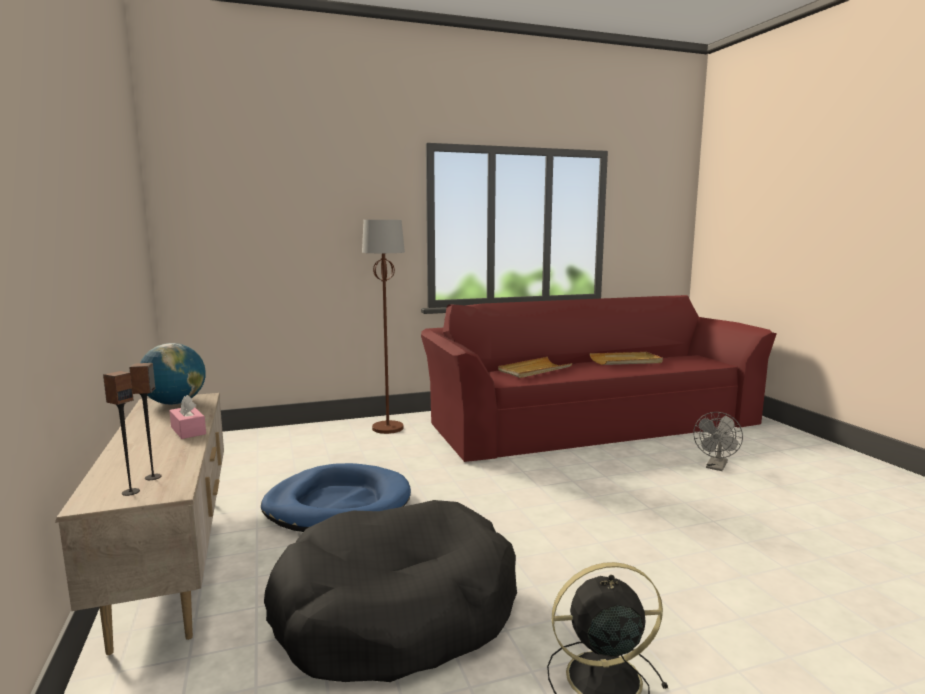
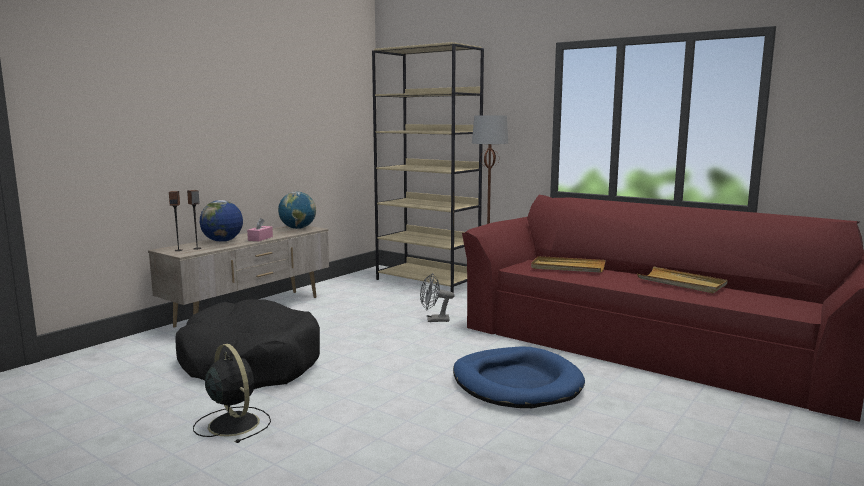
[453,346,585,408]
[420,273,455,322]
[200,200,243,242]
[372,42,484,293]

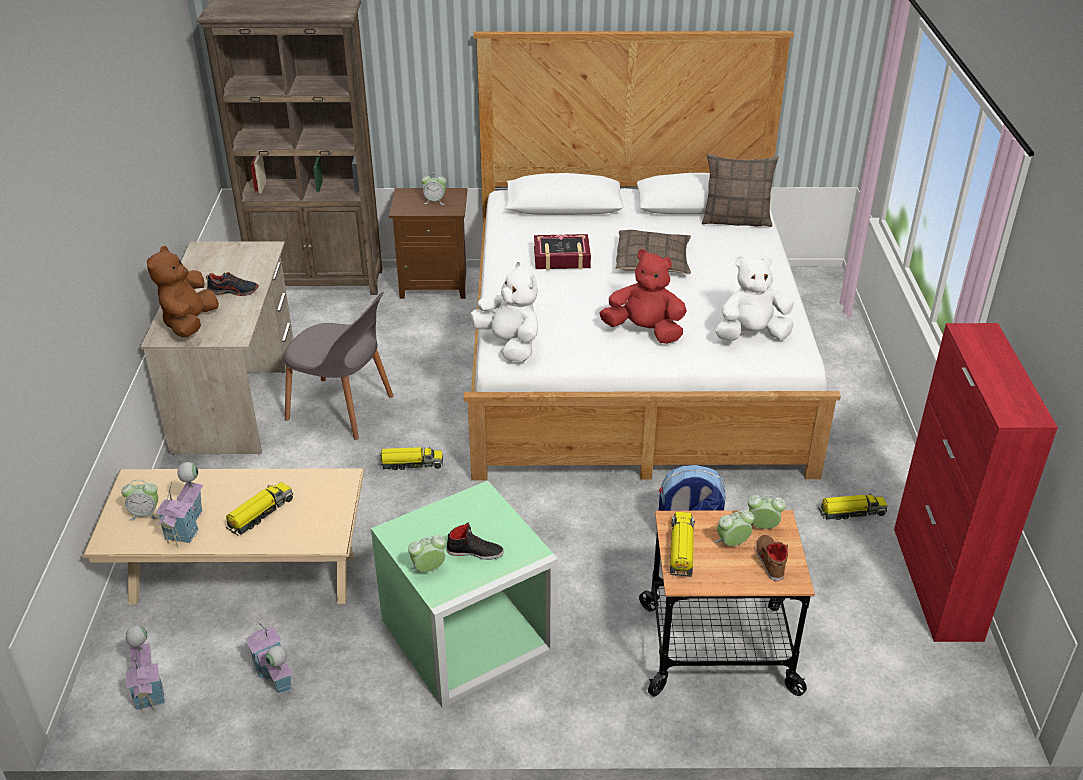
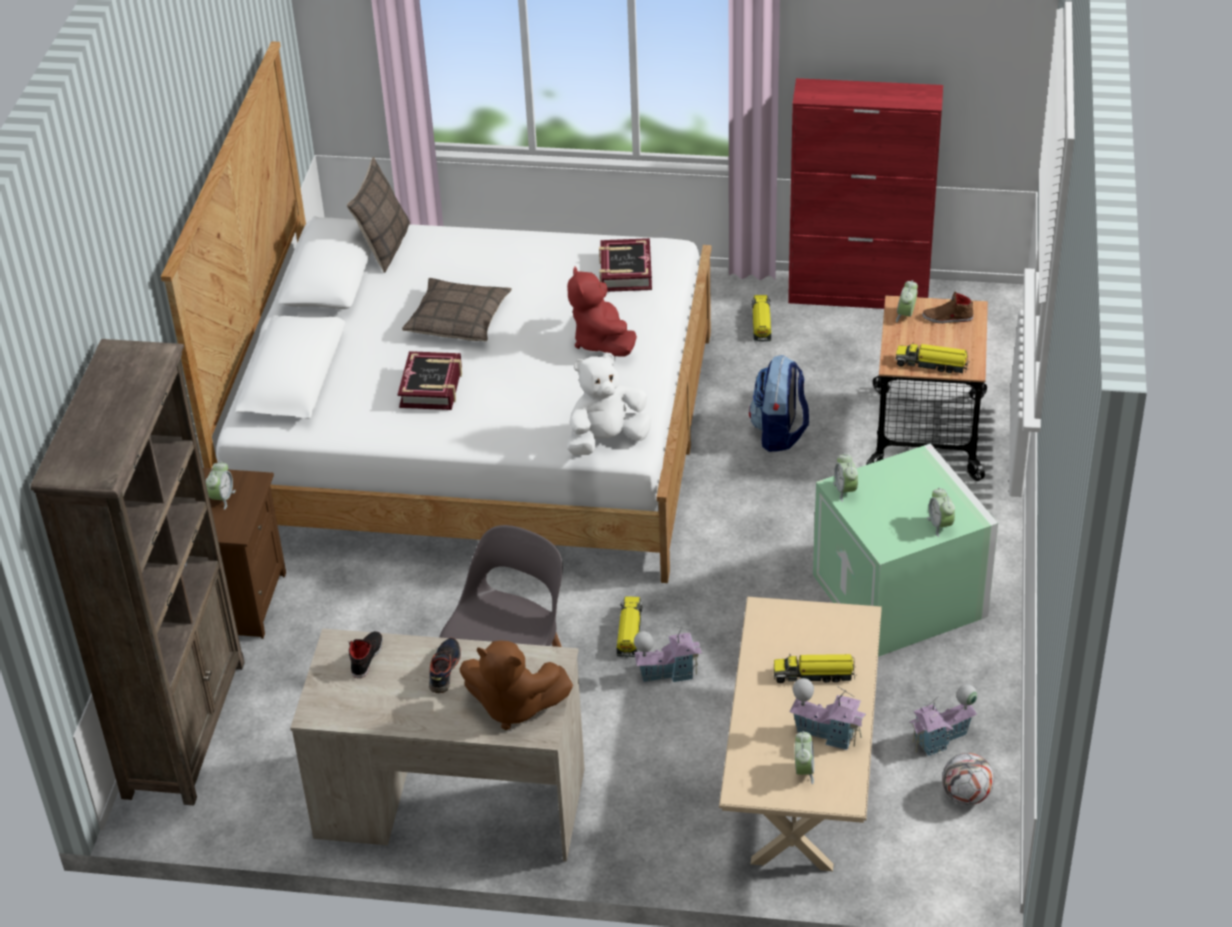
[634,626,703,683]
[774,654,857,683]
[348,631,383,678]
[567,267,637,357]
[599,238,652,292]
[833,453,858,502]
[942,753,994,805]

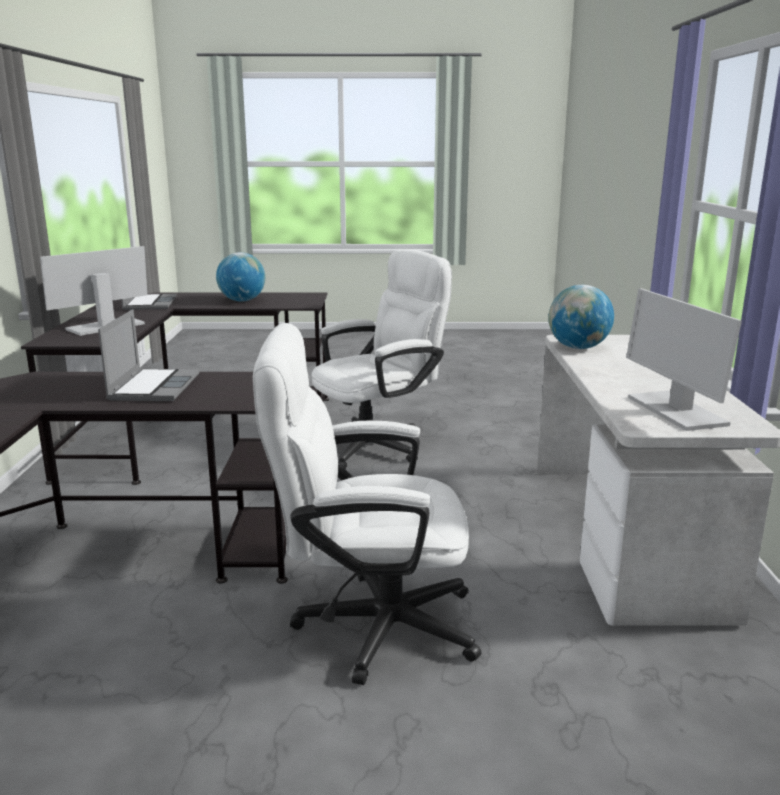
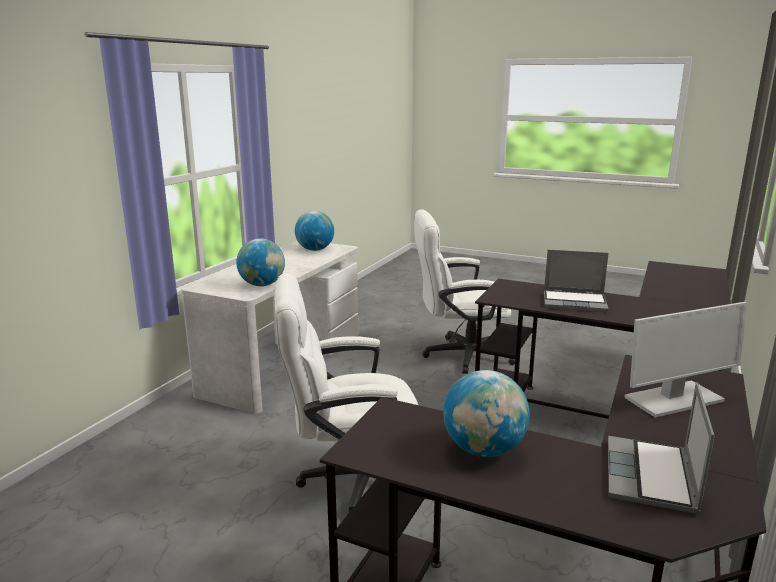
[544,250,609,312]
[414,209,515,374]
[295,211,334,251]

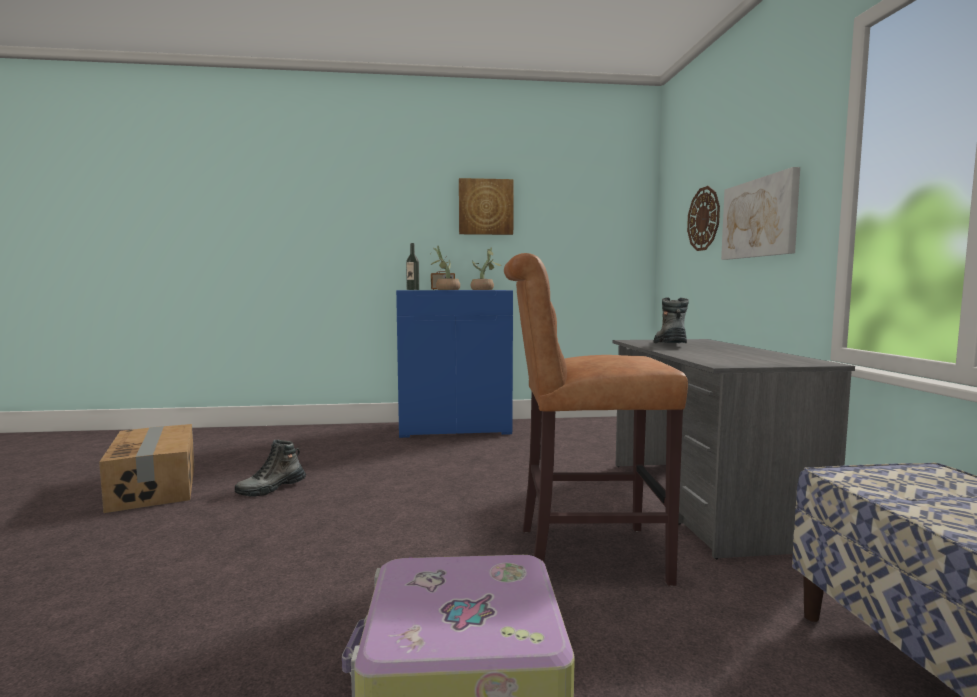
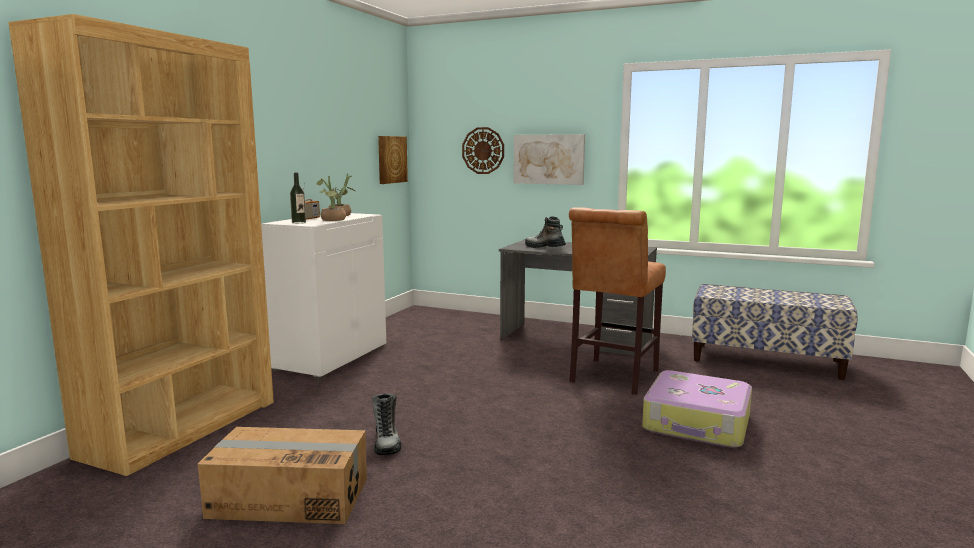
[261,213,386,379]
[378,136,408,184]
[8,14,274,476]

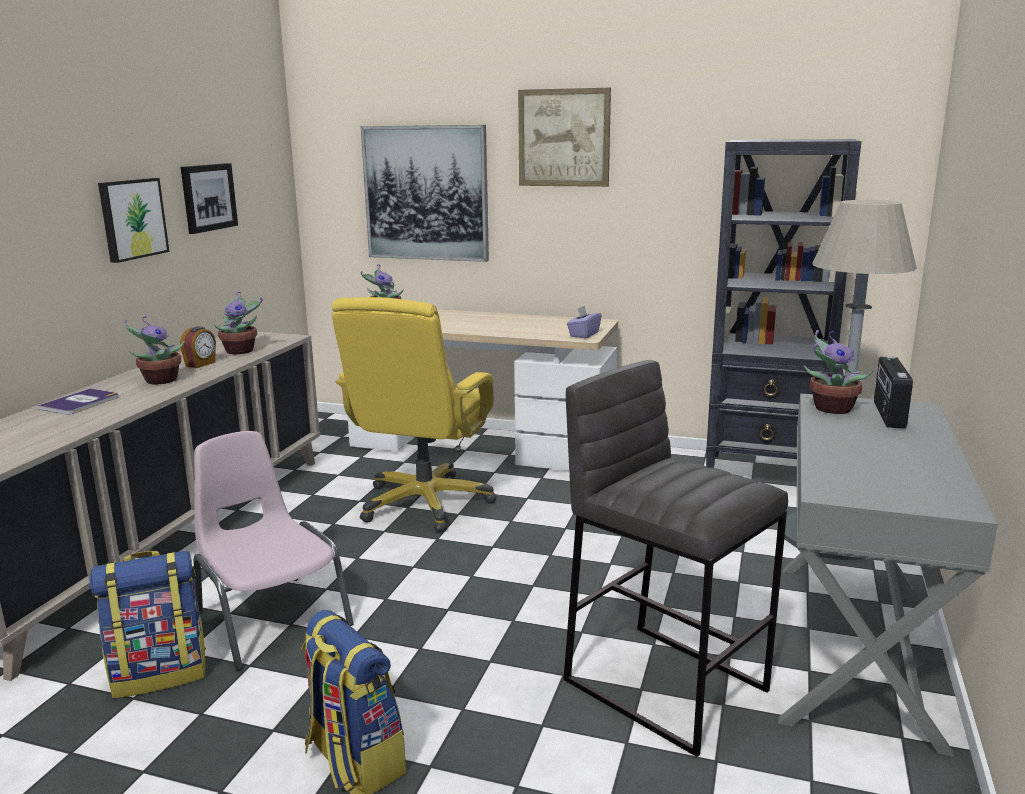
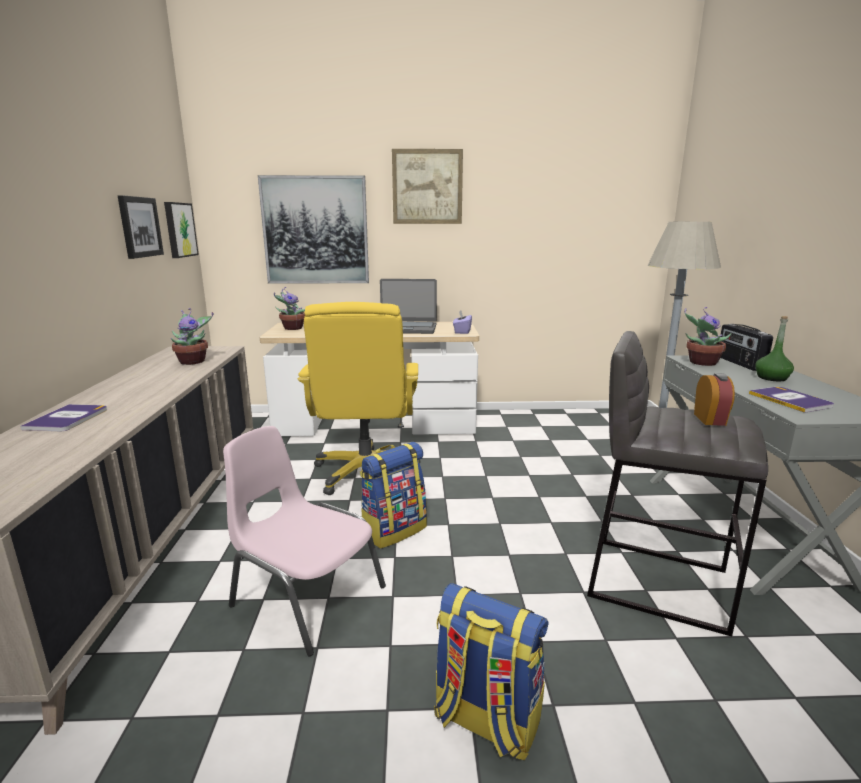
[360,442,427,549]
[164,202,199,258]
[124,316,185,384] (first image)
[694,373,735,426]
[706,139,862,468] (first image)
[380,279,437,334]
[749,387,834,413]
[755,316,794,381]

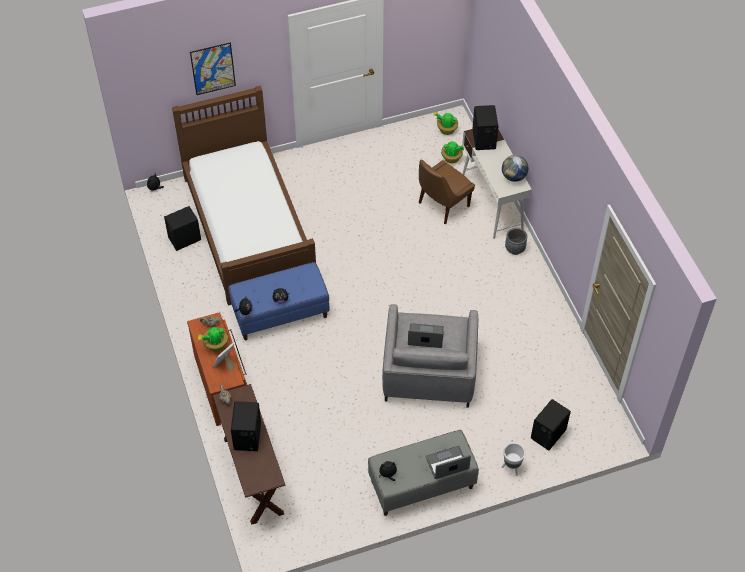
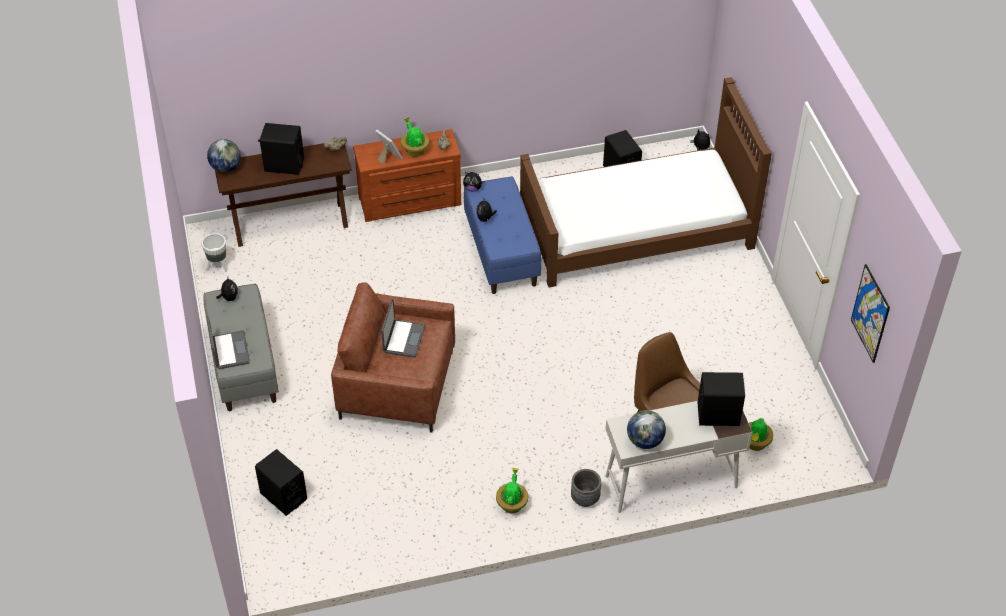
[851,264,890,363]
[331,282,455,433]
[496,468,528,513]
[202,233,227,272]
[207,139,241,173]

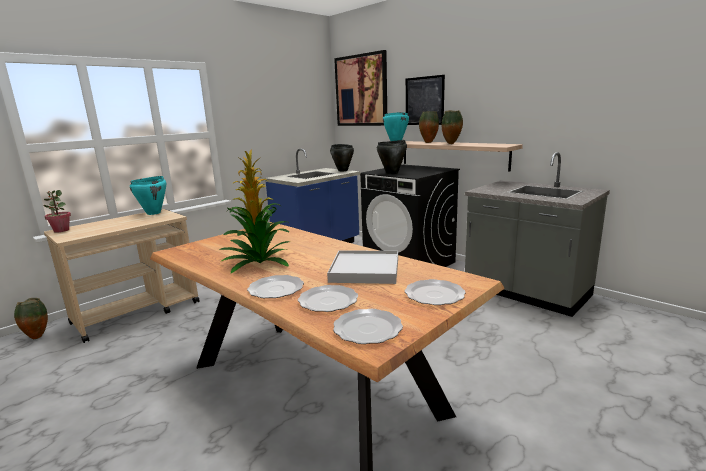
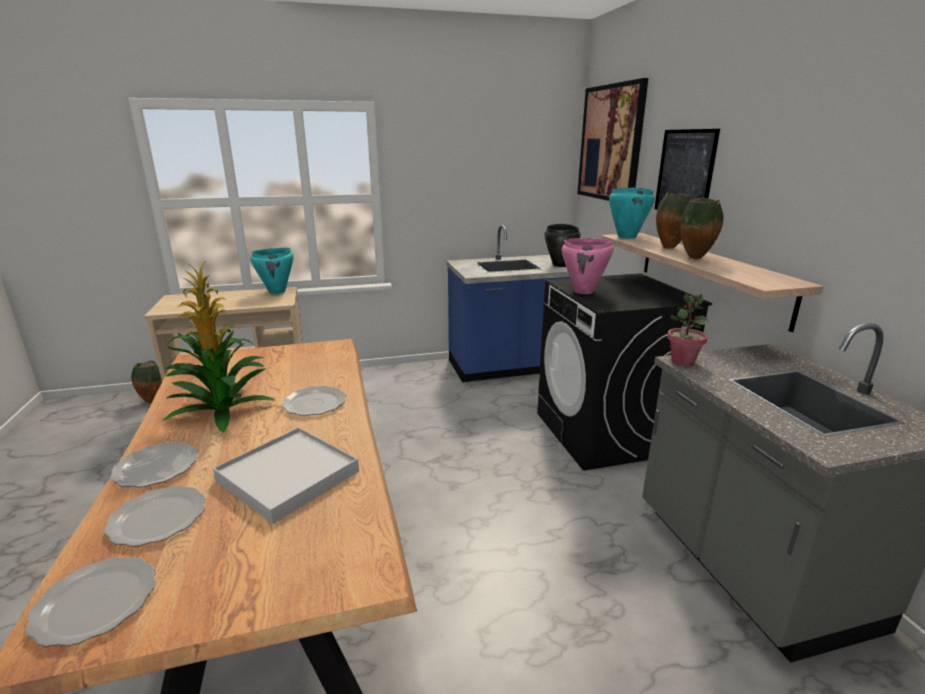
[667,294,709,366]
[562,238,613,294]
[282,386,346,416]

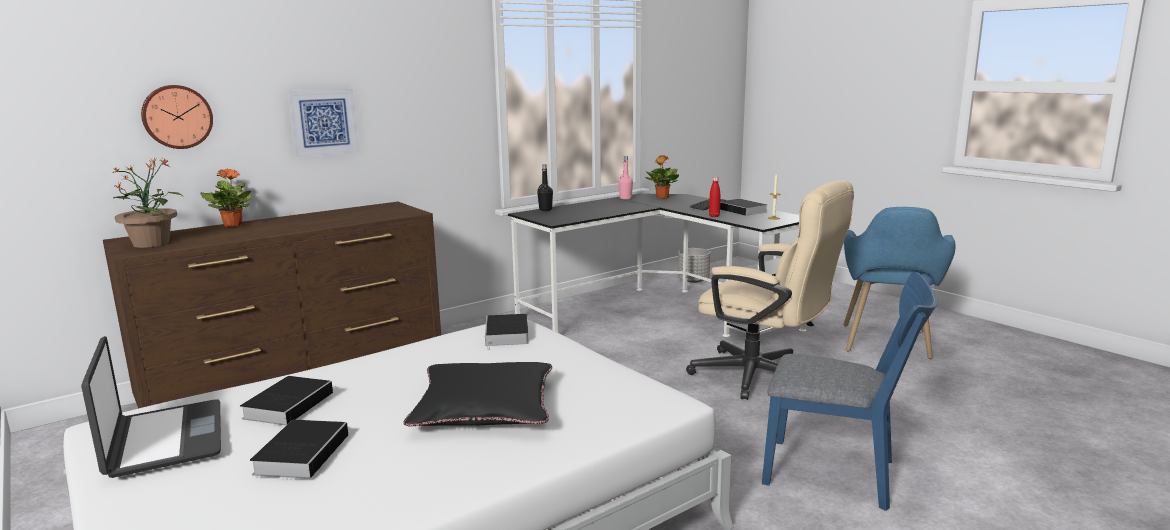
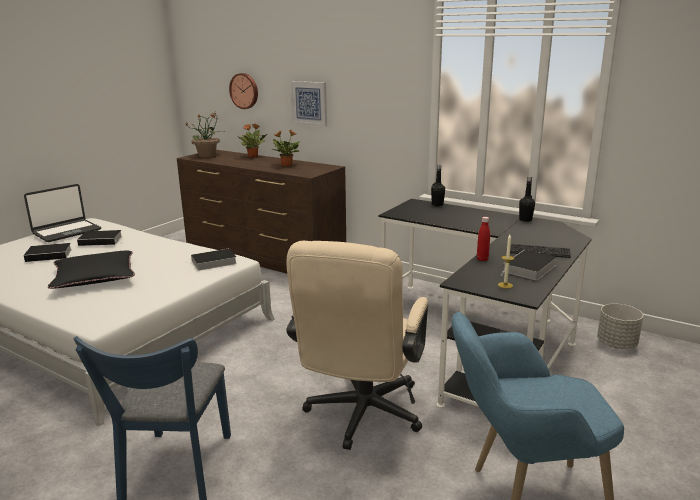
[519,176,535,222]
[271,130,300,166]

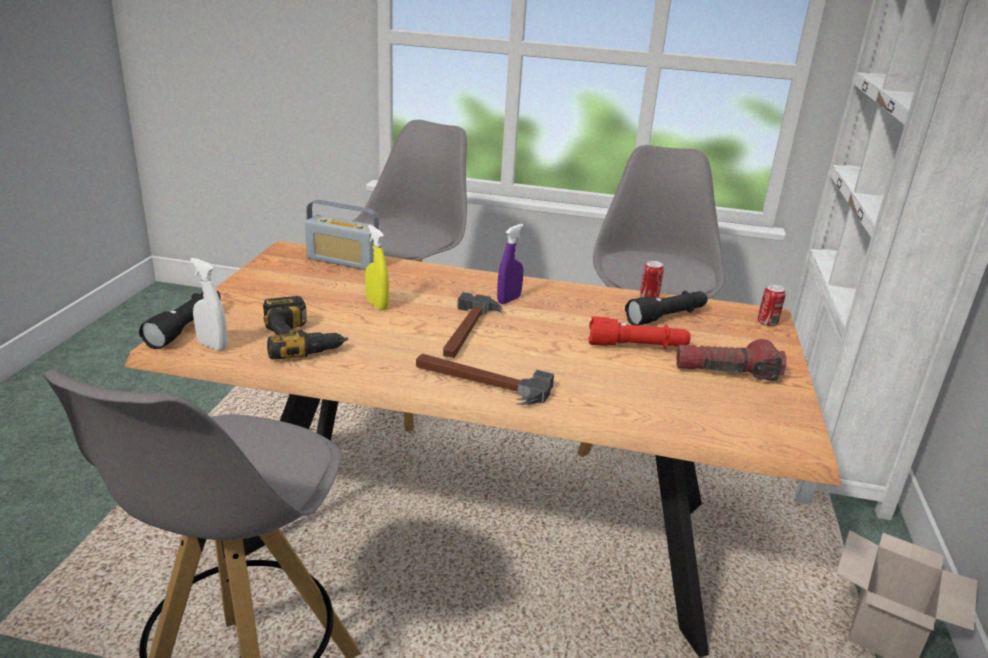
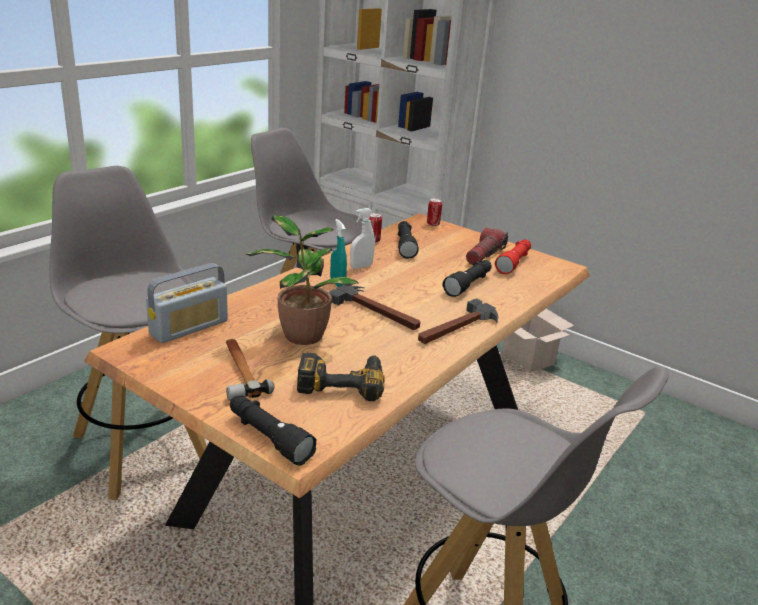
[350,208,375,269]
[245,215,359,345]
[330,219,347,287]
[495,239,531,274]
[226,339,274,401]
[442,260,492,297]

